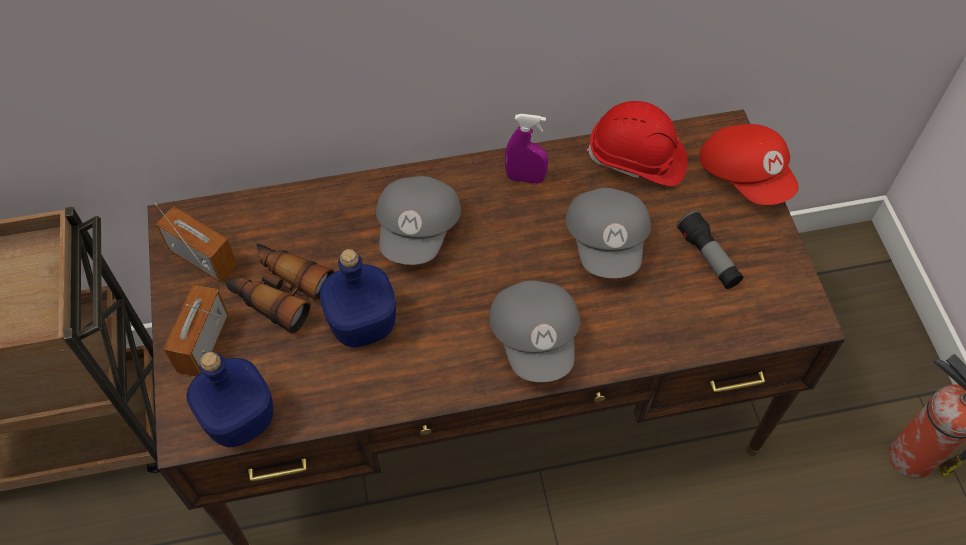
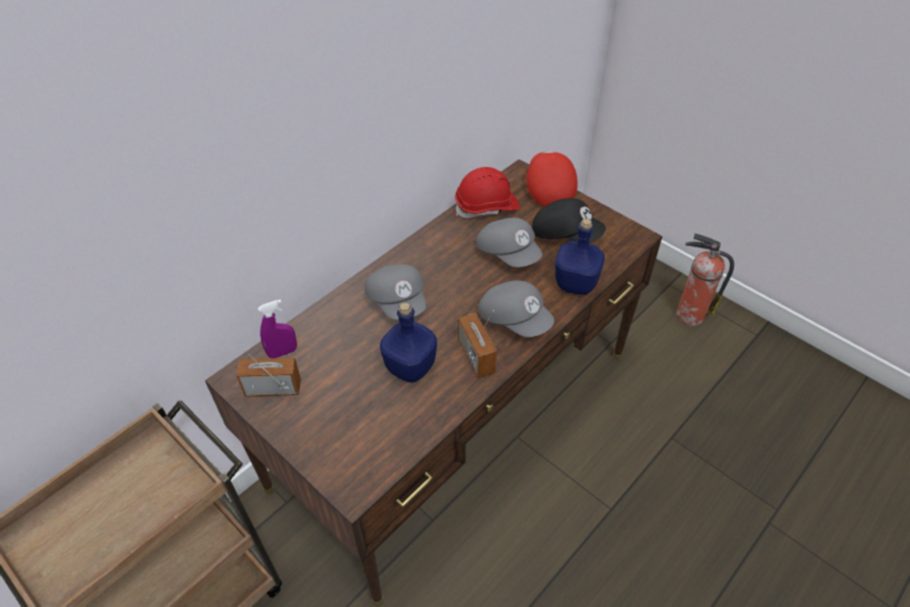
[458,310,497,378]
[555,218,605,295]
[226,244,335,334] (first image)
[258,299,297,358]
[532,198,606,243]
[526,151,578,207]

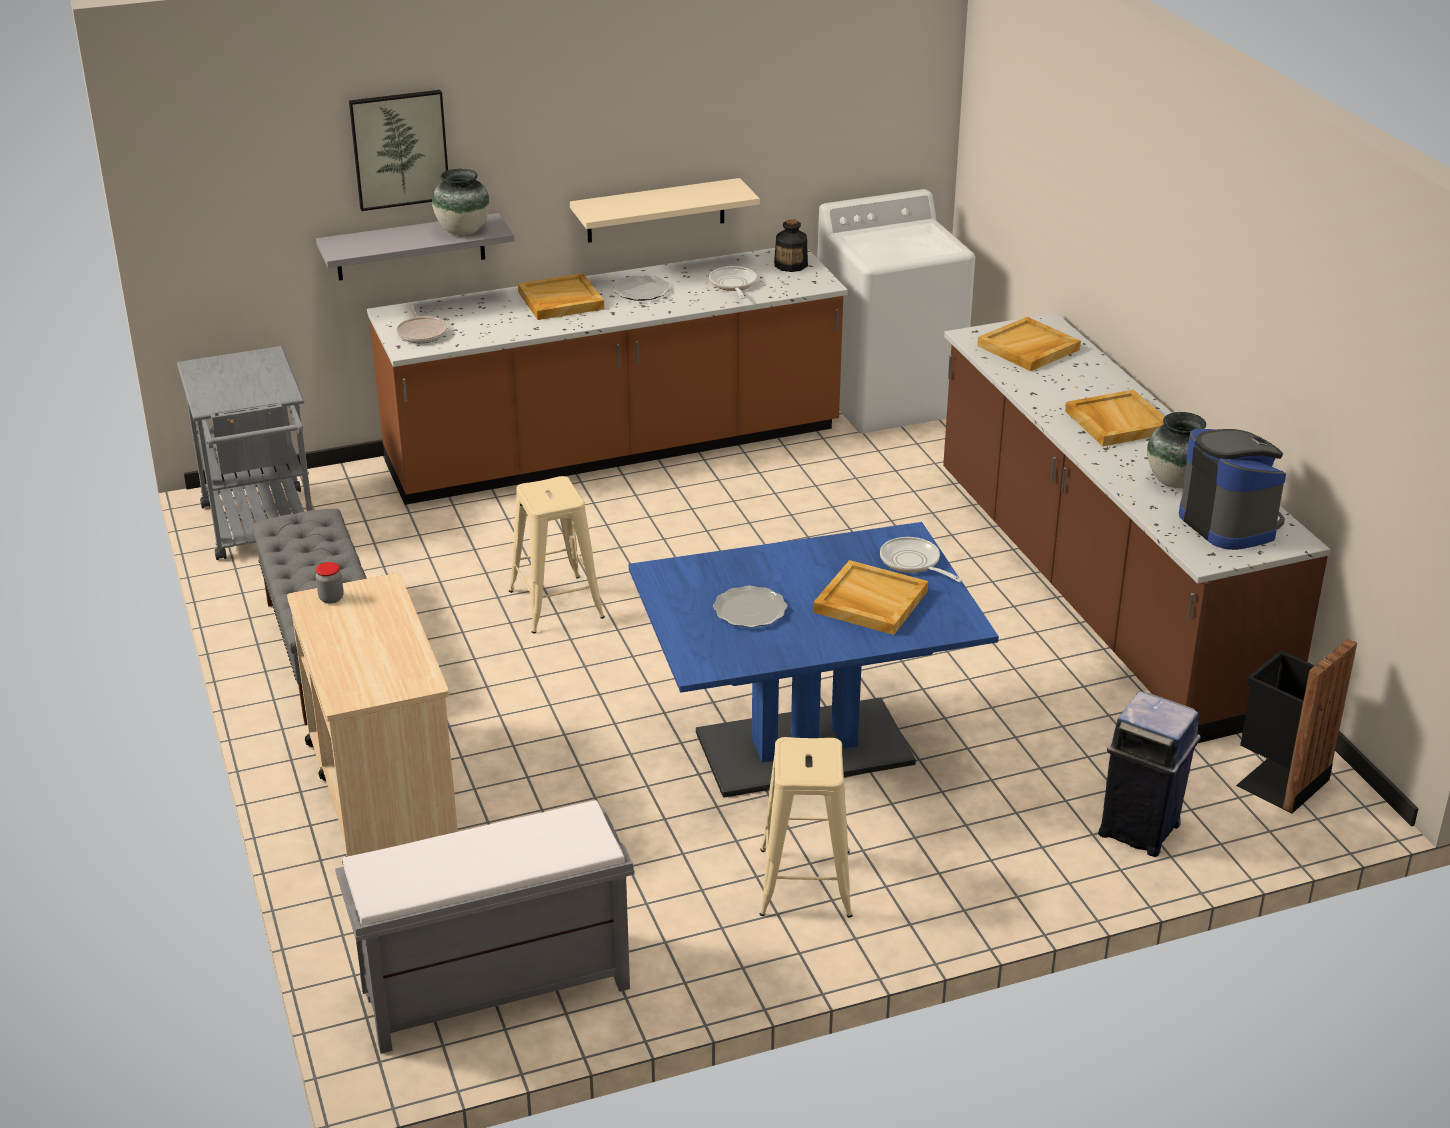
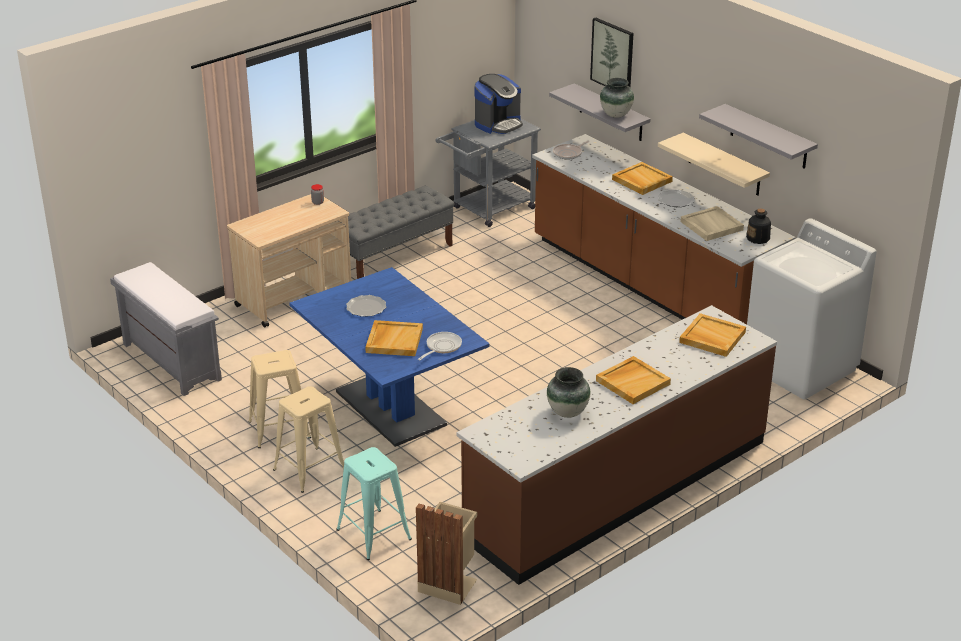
[273,386,344,493]
[680,206,744,241]
[336,447,412,560]
[474,74,523,134]
[416,502,477,605]
[699,104,818,169]

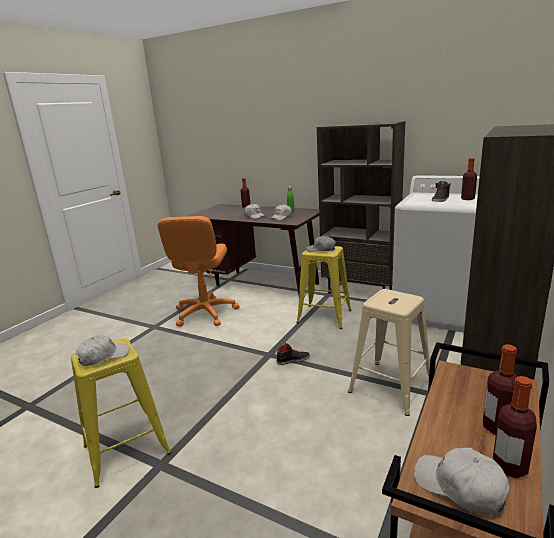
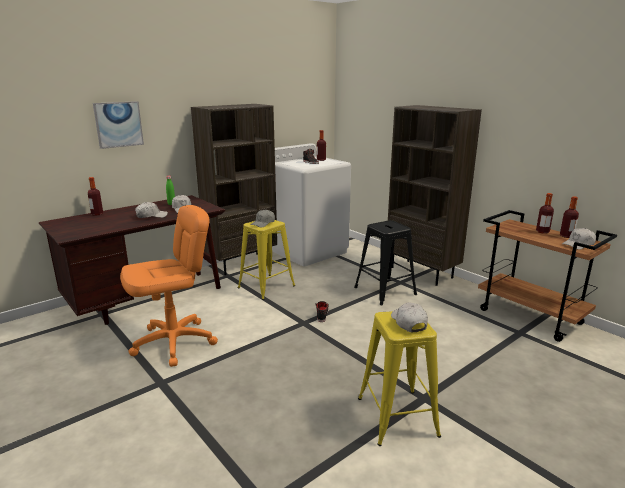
[120,205,218,367]
[354,220,417,305]
[93,101,144,149]

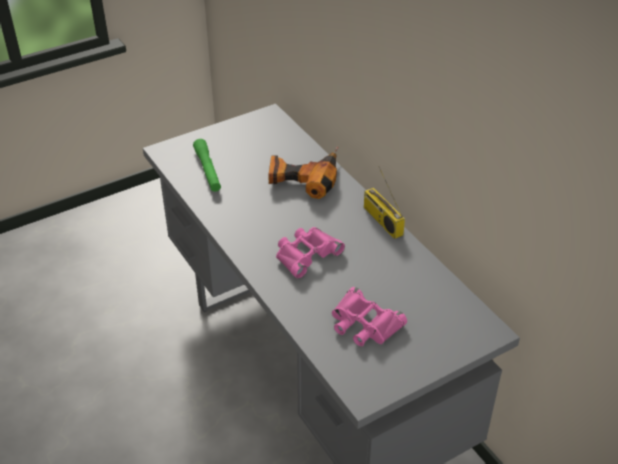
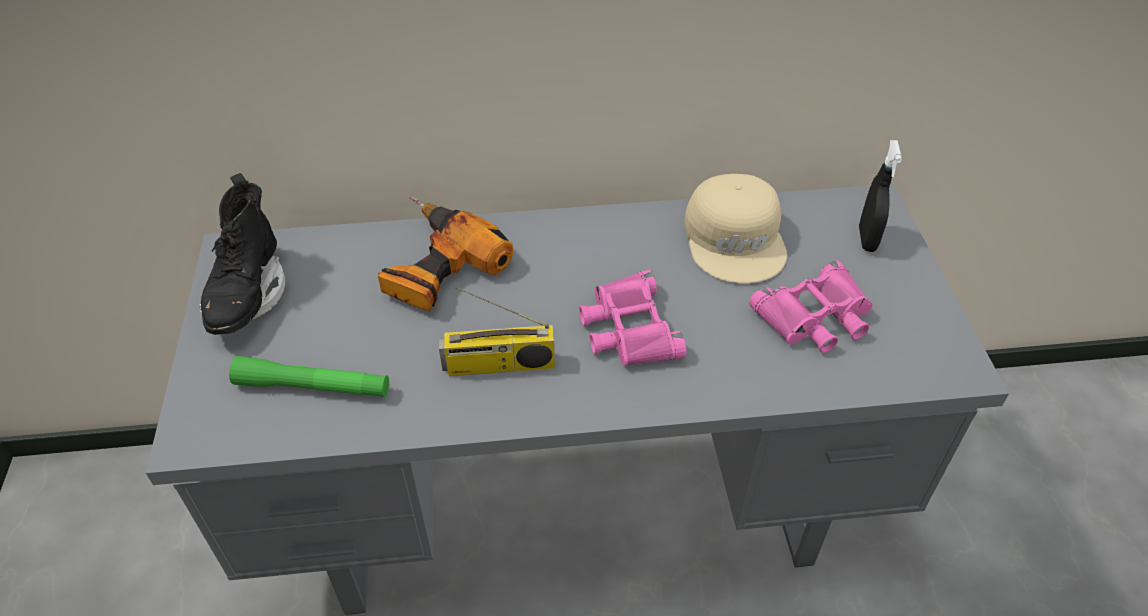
[439,287,555,376]
[198,173,285,335]
[684,174,787,283]
[859,140,902,252]

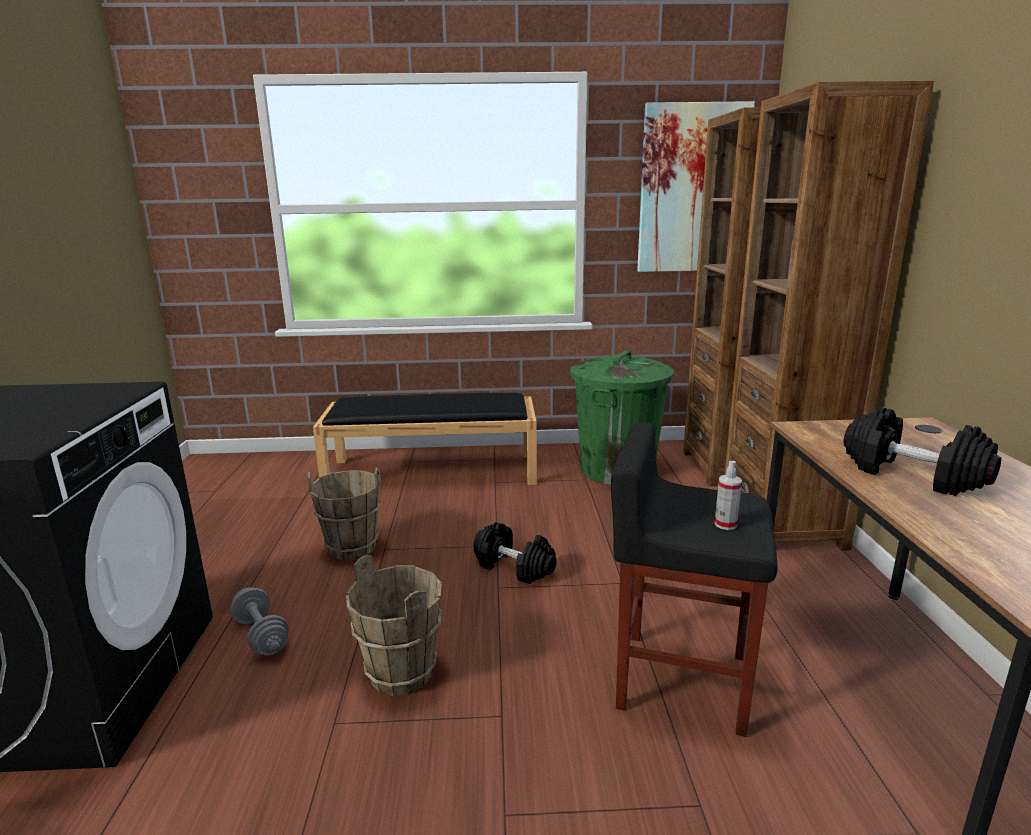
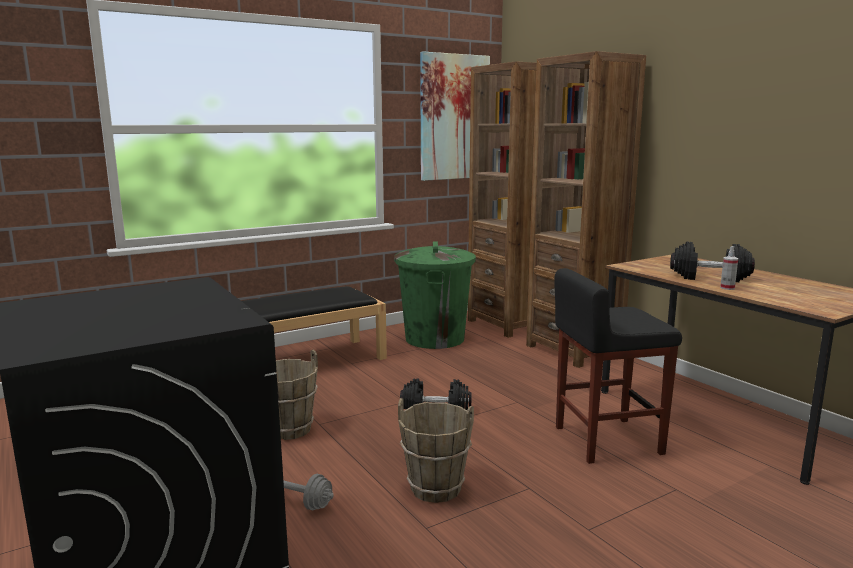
[720,246,738,290]

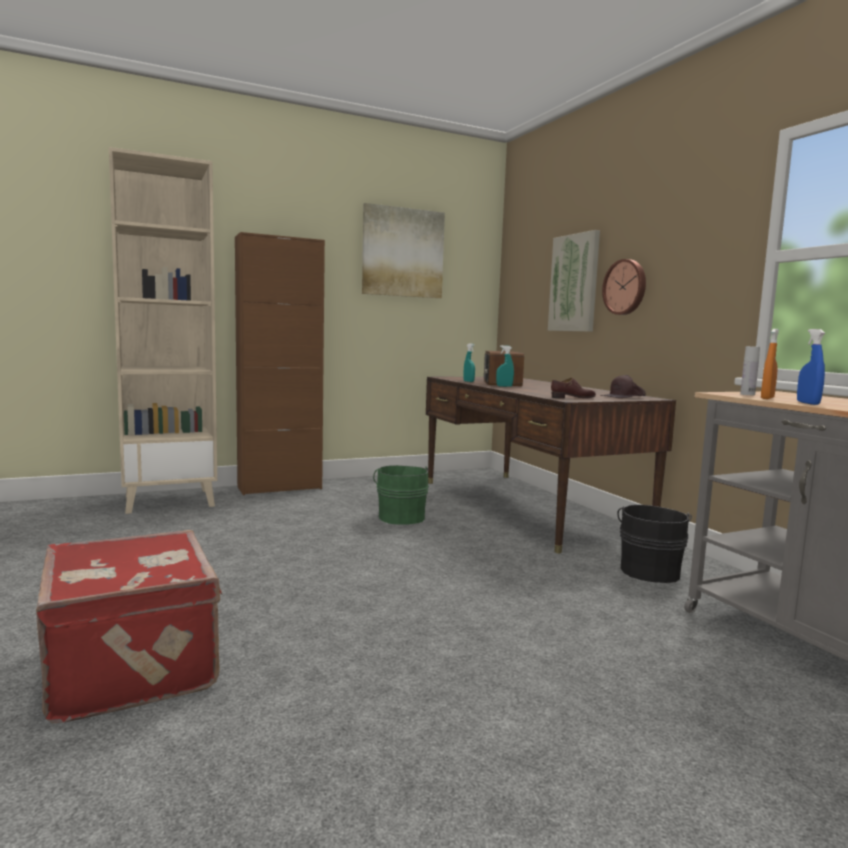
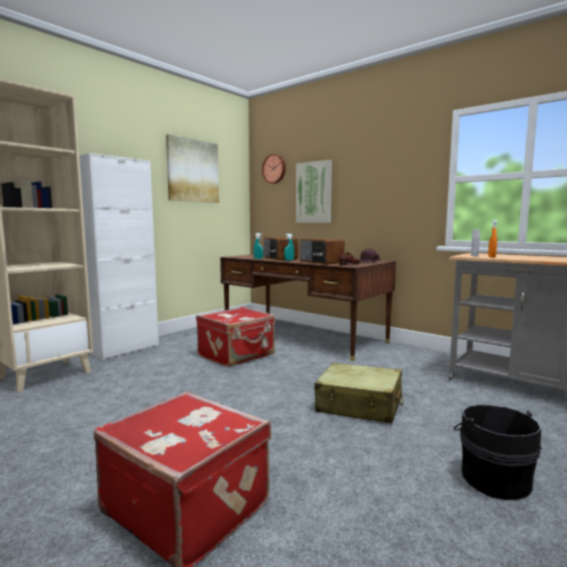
[79,153,159,360]
[196,307,275,367]
[262,154,286,184]
[454,405,542,500]
[797,329,825,405] (first image)
[300,239,345,264]
[314,363,404,424]

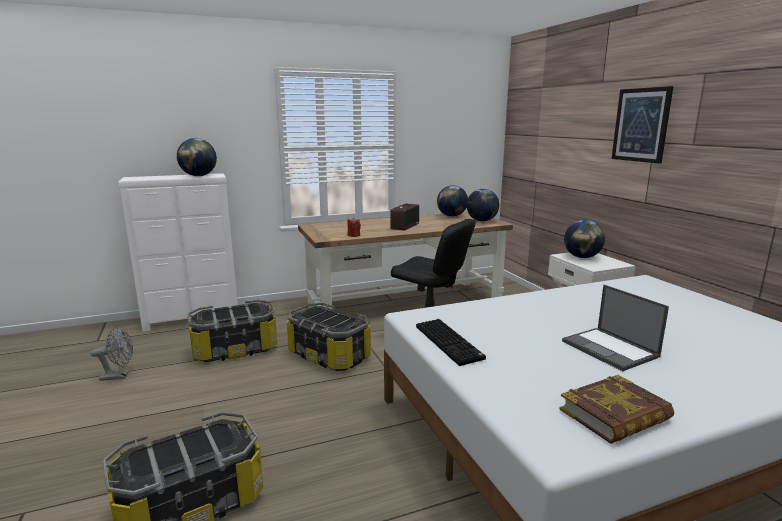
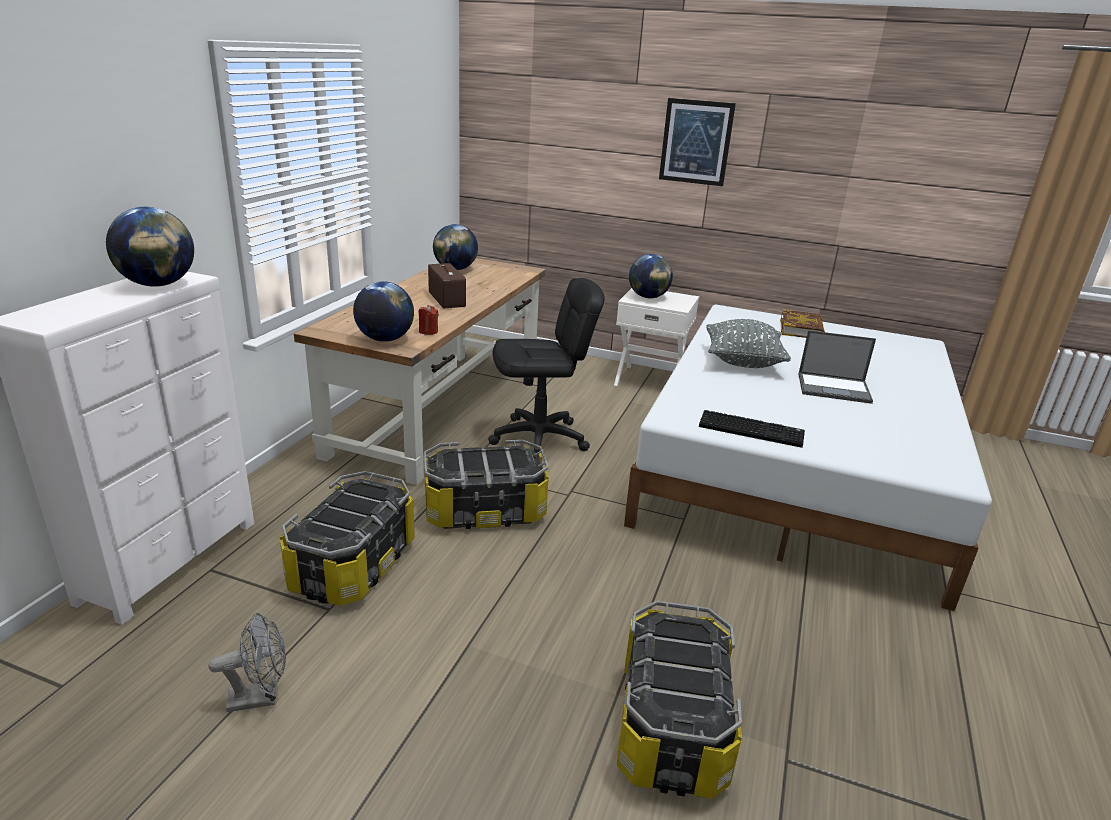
[209,613,286,712]
[353,281,414,342]
[780,309,825,338]
[707,319,791,368]

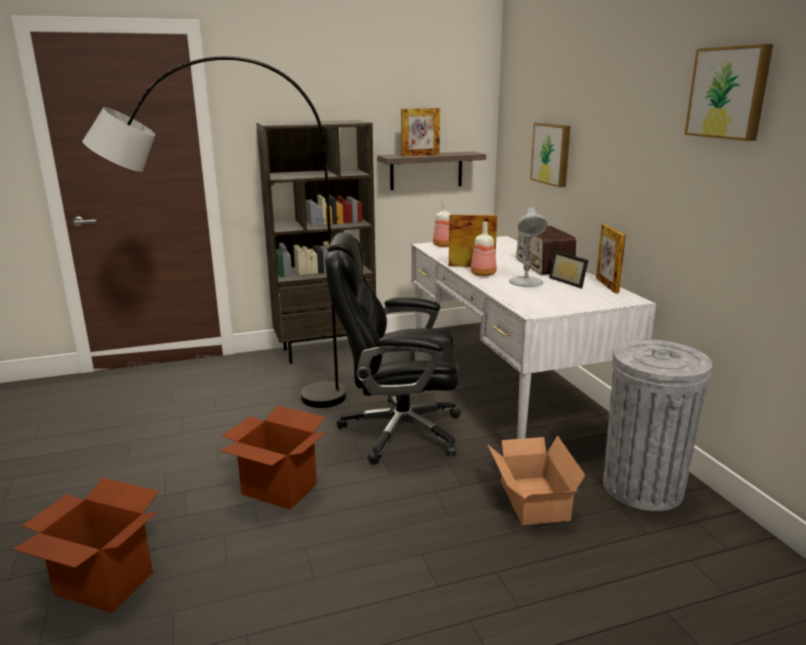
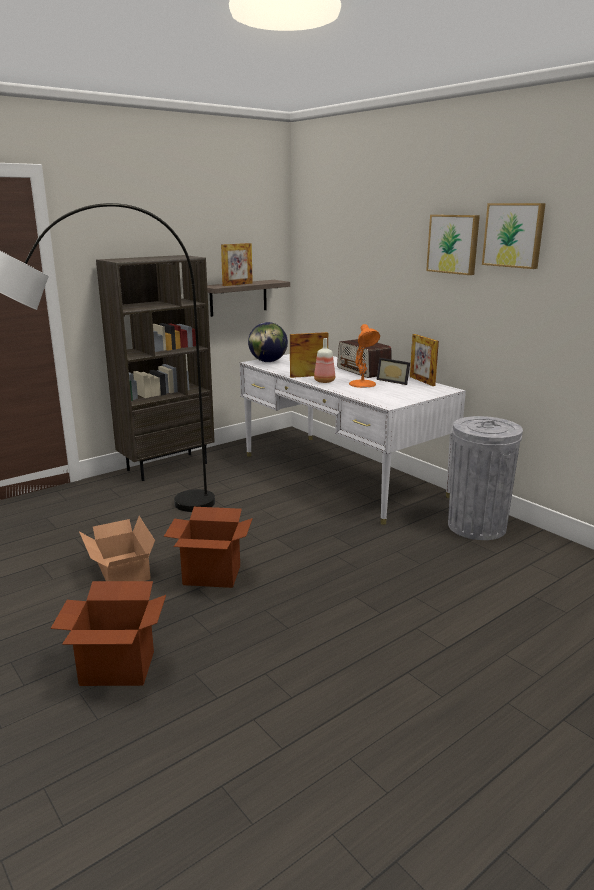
[325,232,461,465] (first image)
[248,322,288,362]
[79,516,155,581]
[349,324,380,388]
[426,215,480,275]

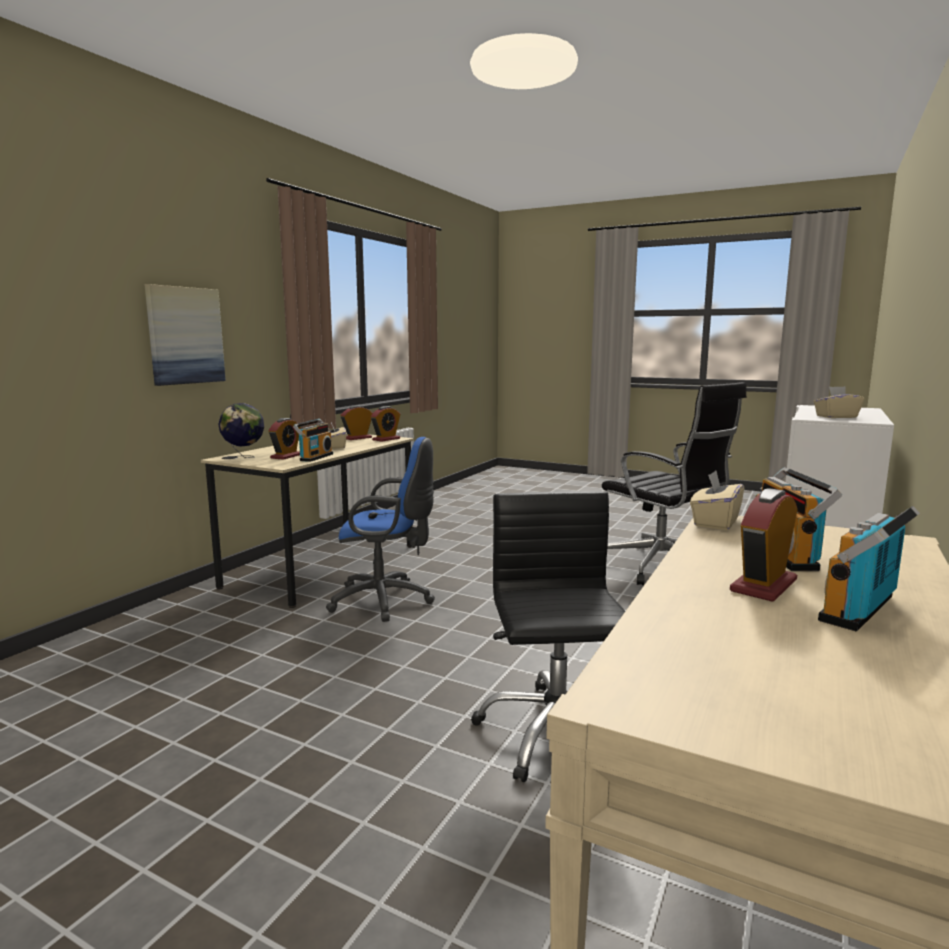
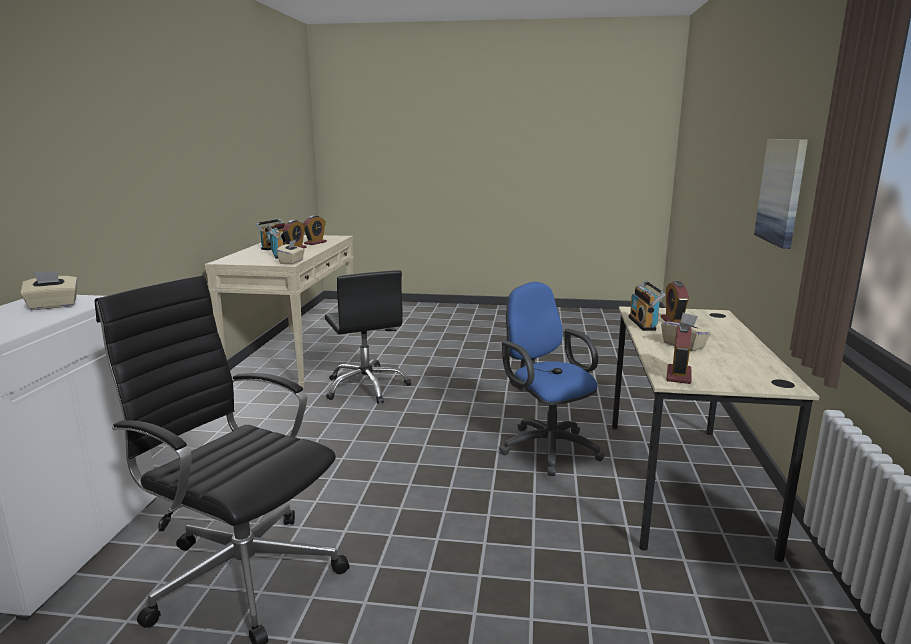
[219,403,264,459] (first image)
[500,282,605,476]
[303,215,327,245]

